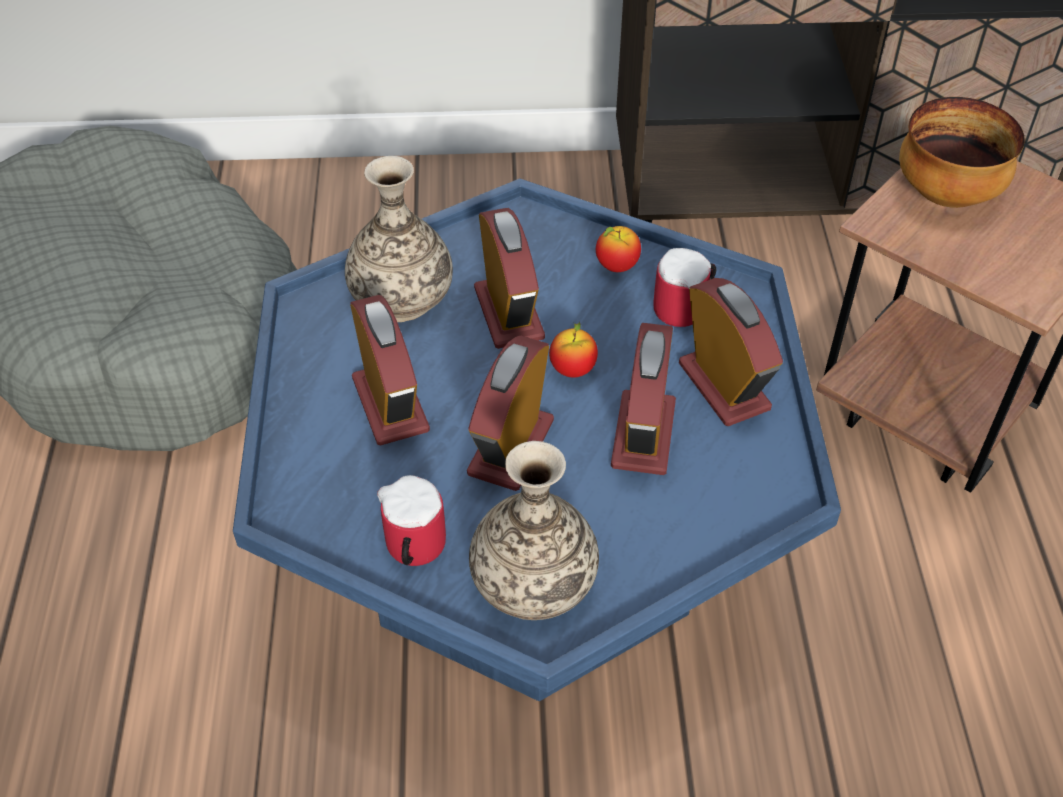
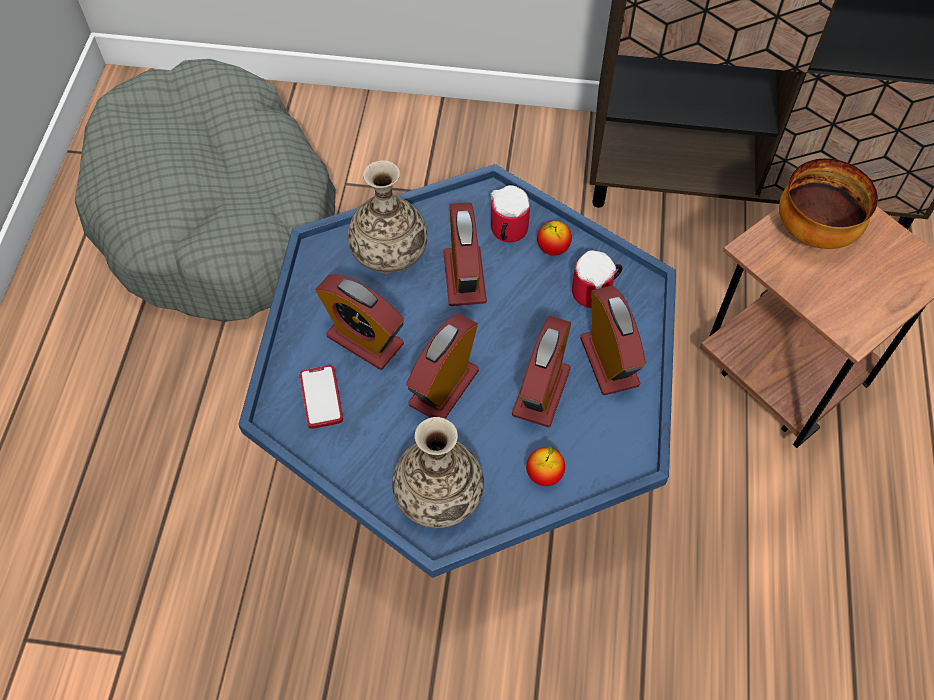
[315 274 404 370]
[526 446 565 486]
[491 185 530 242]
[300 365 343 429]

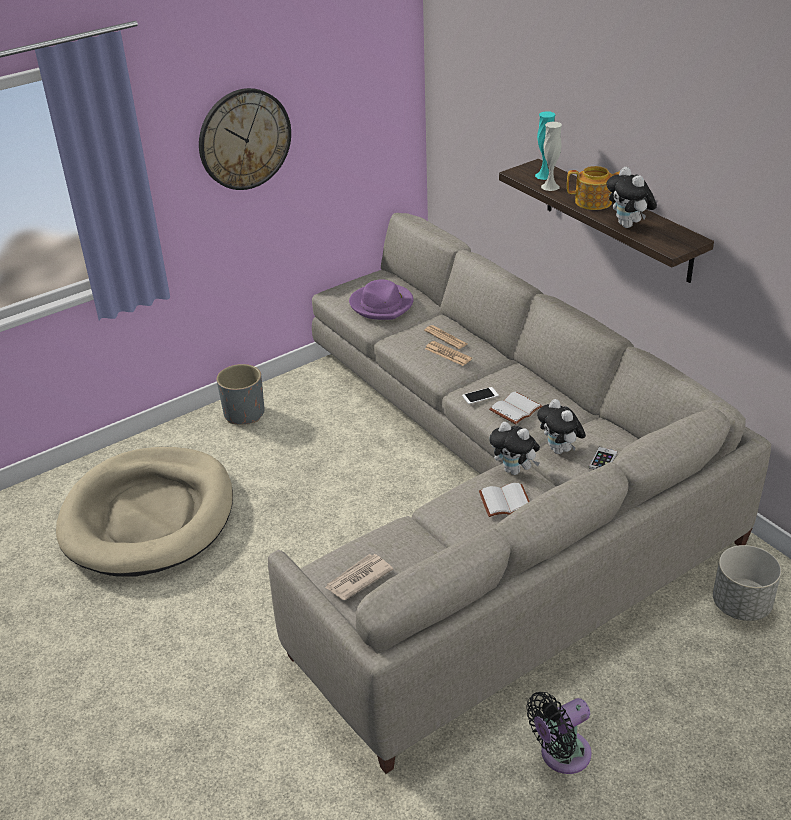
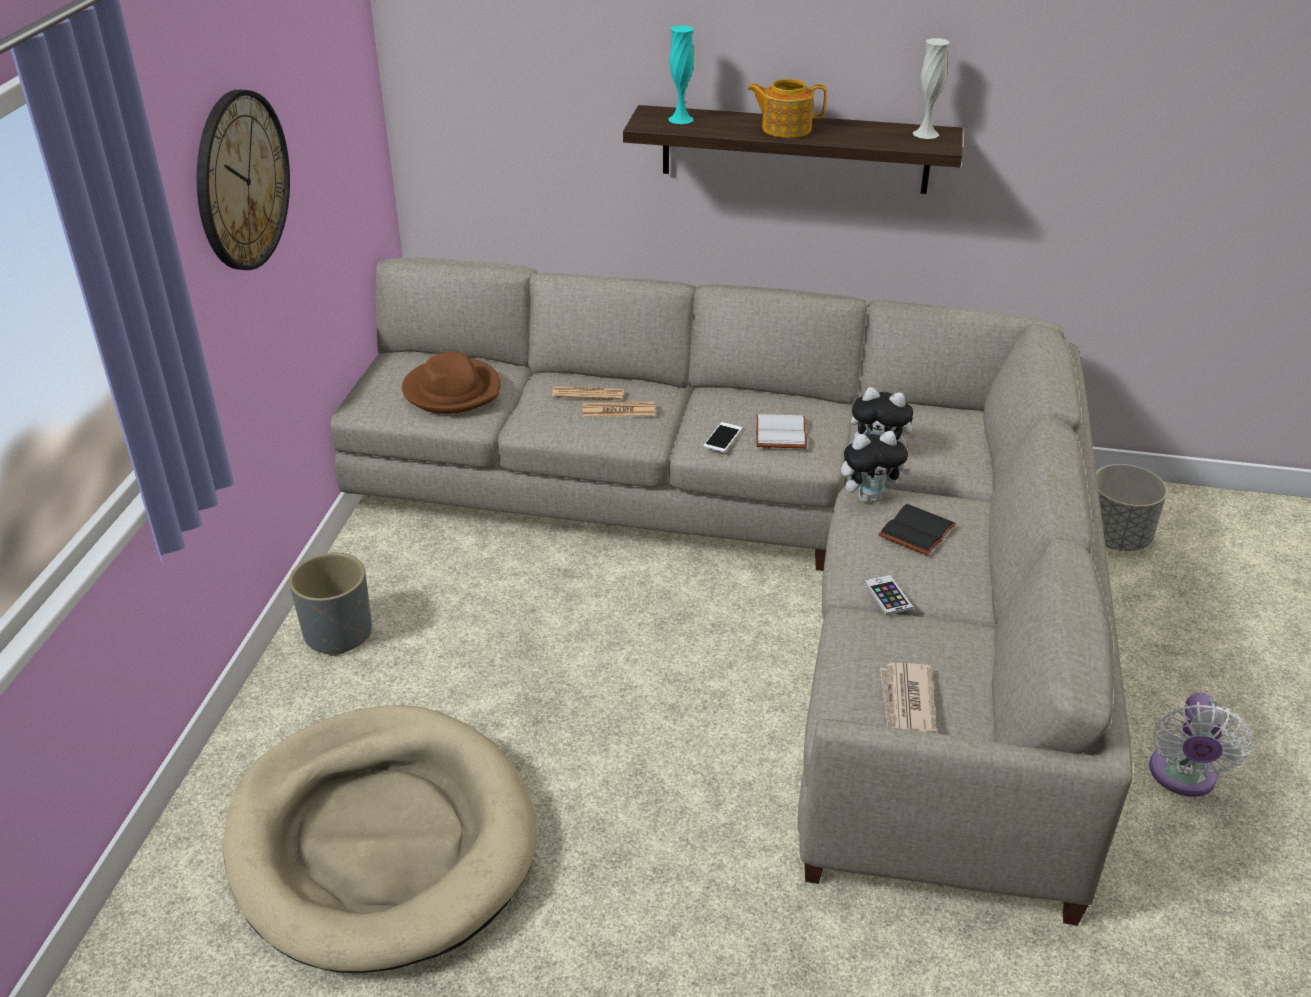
[913 38 950 139]
[747 79 827 138]
[606 167 657 228] (first image)
[402 352 500 414]
[864 575 913 615]
[878 504 956 556]
[1149 693 1252 797]

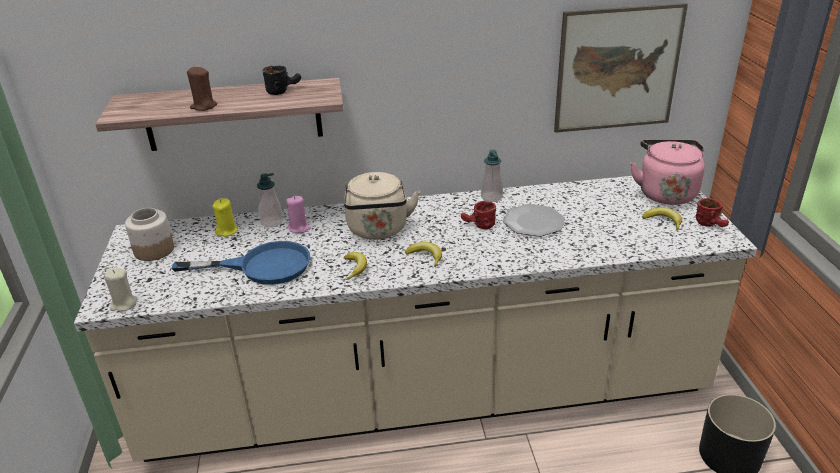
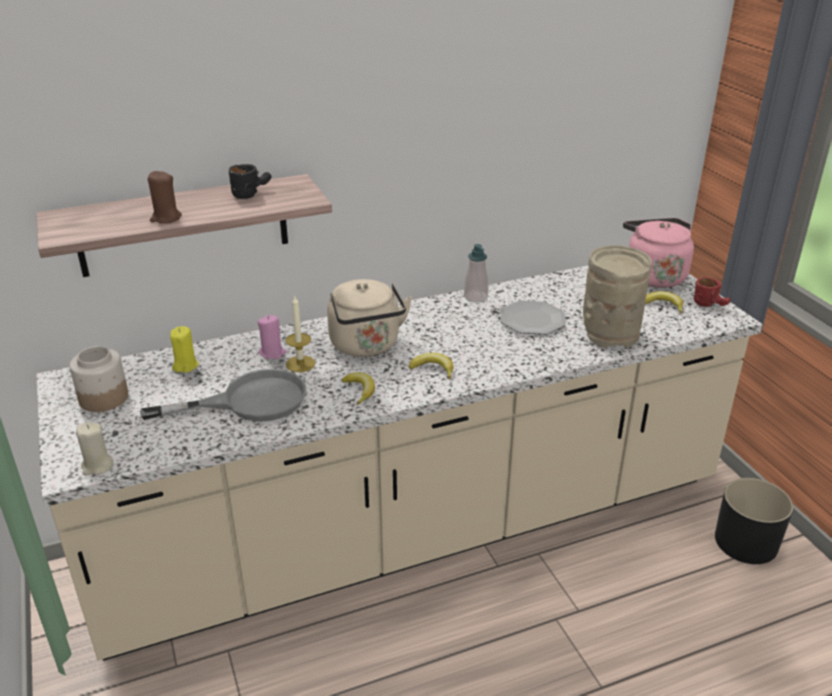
[554 3 688 133] (first image)
[257 173 283 228] (first image)
[461 201 496 229] (first image)
[140 369 306 422]
[583 245 652 348]
[286 294 315 372]

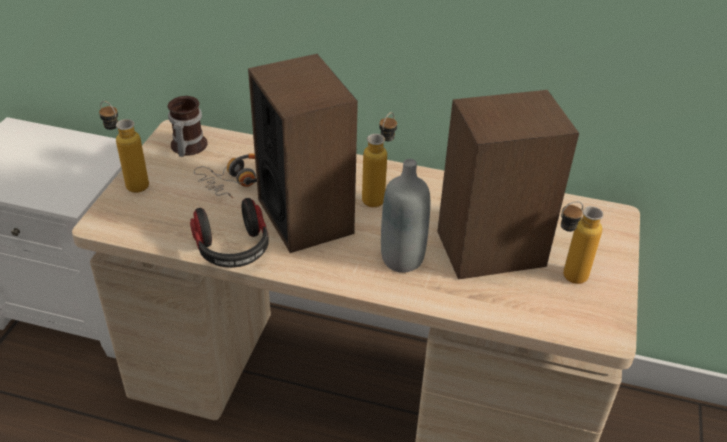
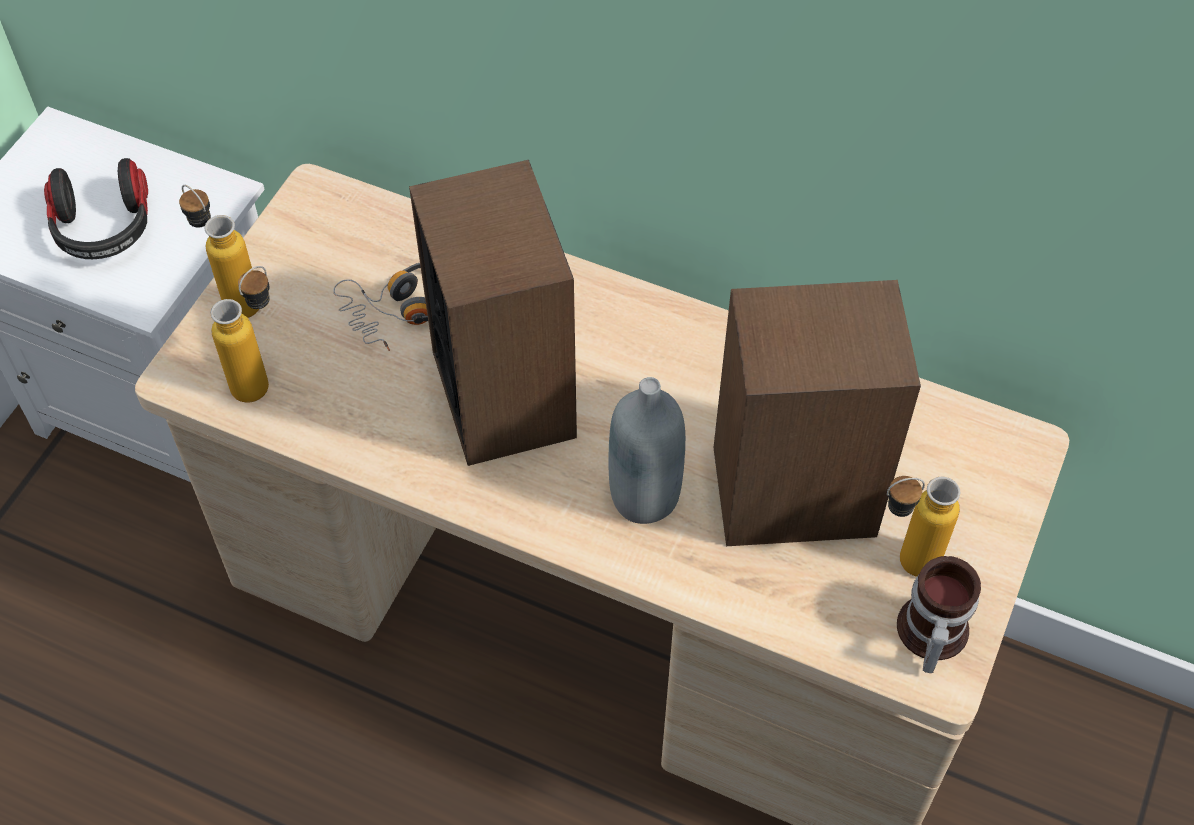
[897 556 981 673]
[210 266 270 403]
[44 158 148 259]

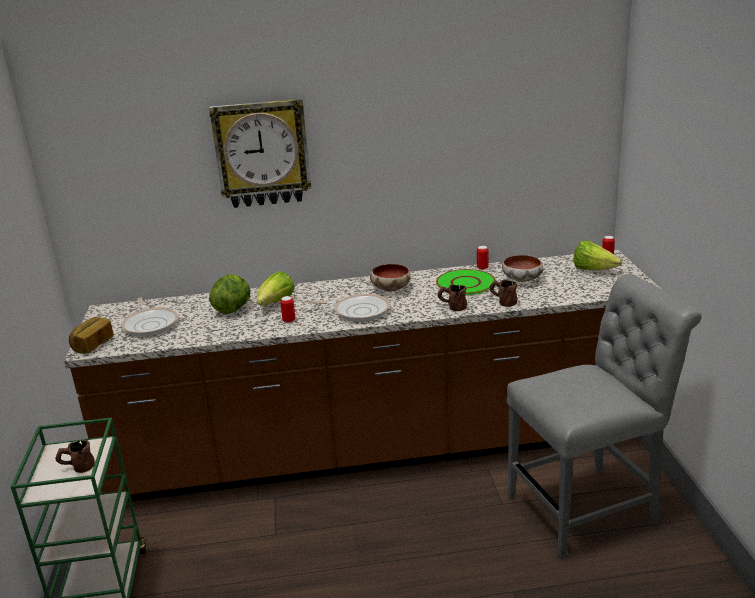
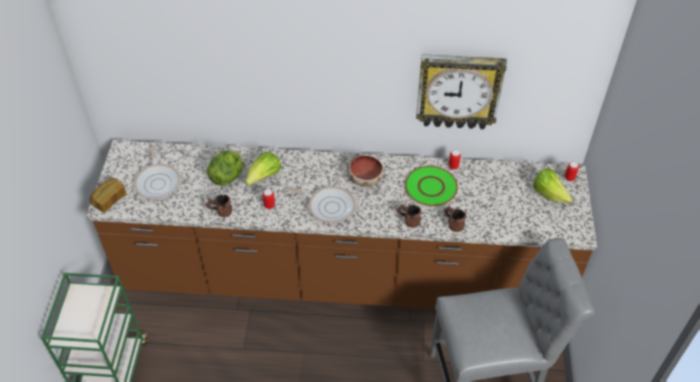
[416 54 507 129]
[502 255 543 282] (first image)
[206 195 232 217]

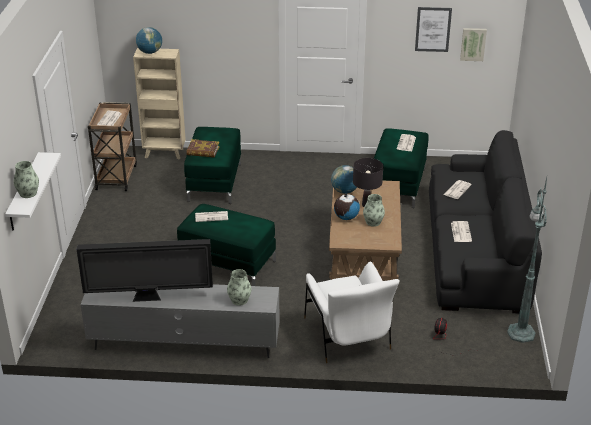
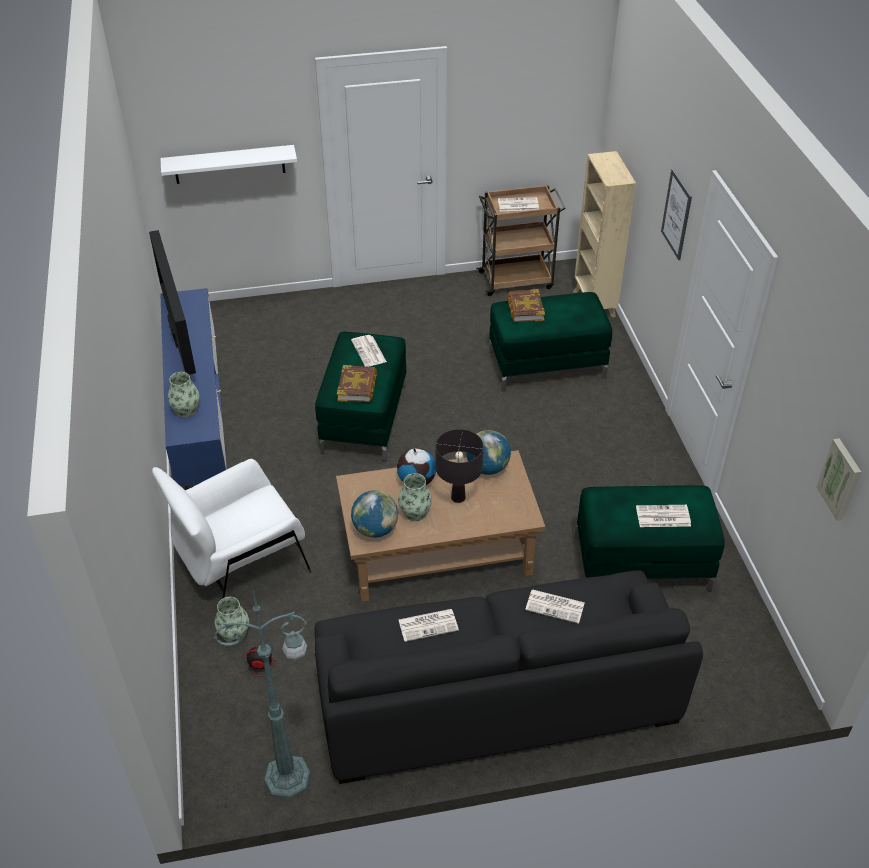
[661 169 692 260]
[351 490 398 538]
[215 597 249 643]
[160 288 227 490]
[337 365 377 403]

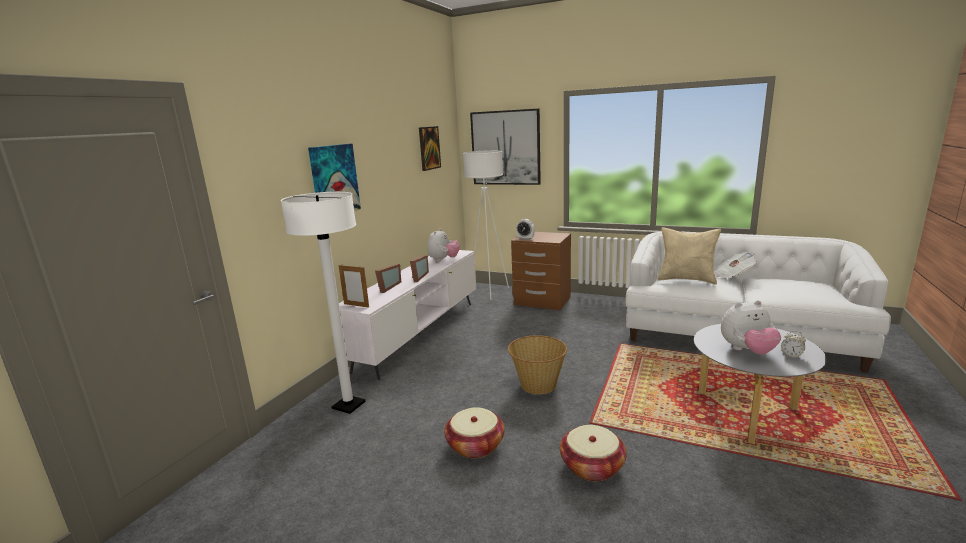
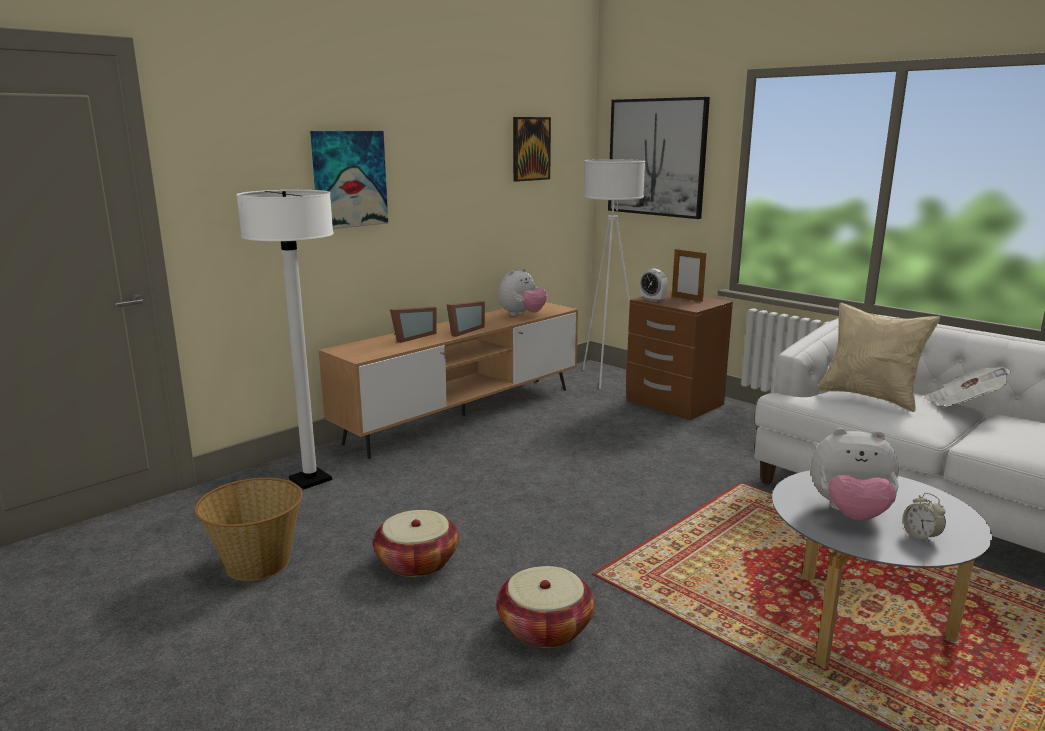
[319 302 578 459]
[672 249 706 302]
[194 478 303 581]

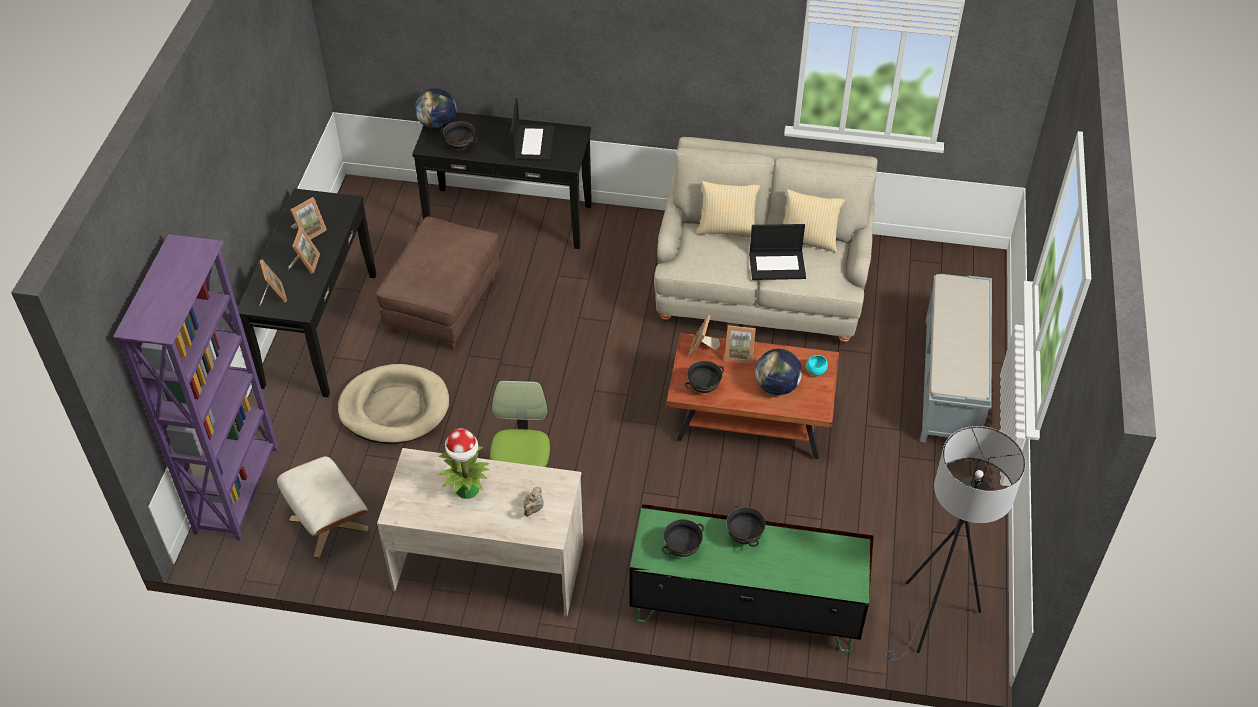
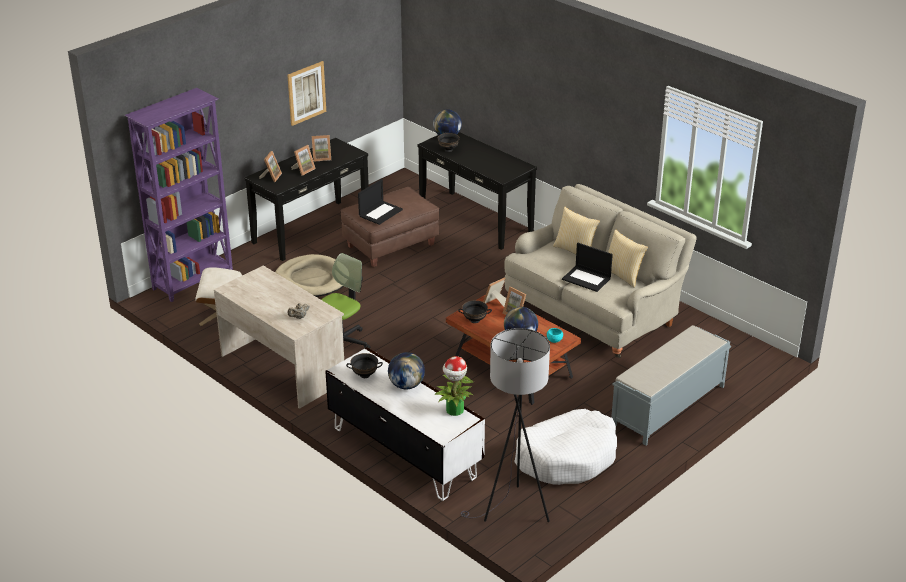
[358 179 403 225]
[434 356 474 416]
[325 347 485 501]
[388 352 425 389]
[287 61 326 126]
[514 409 617 485]

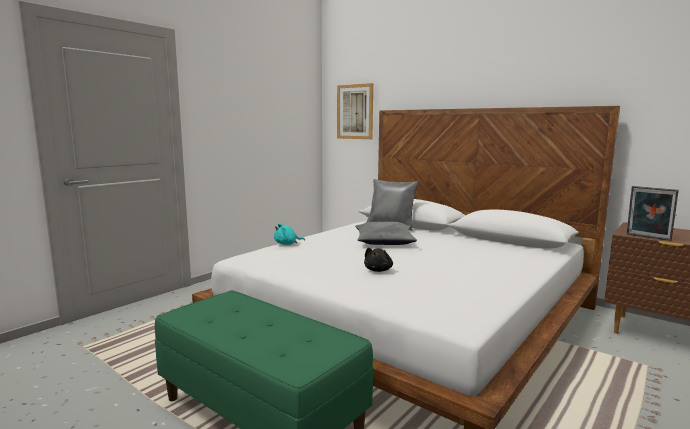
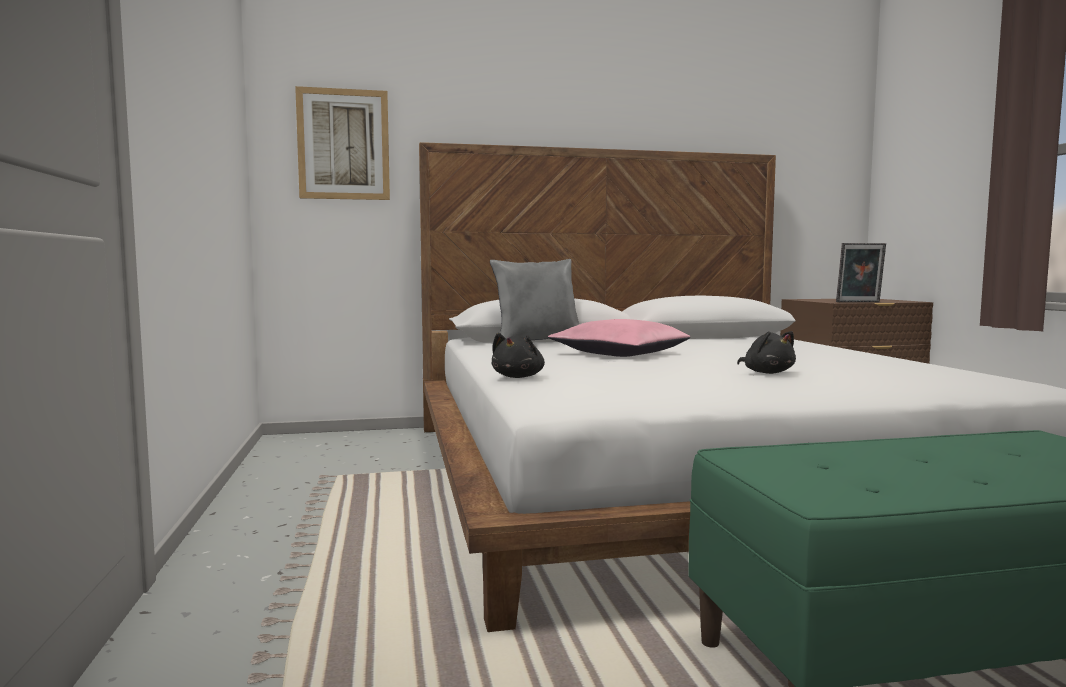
[548 319 690 357]
[491 333 545 378]

